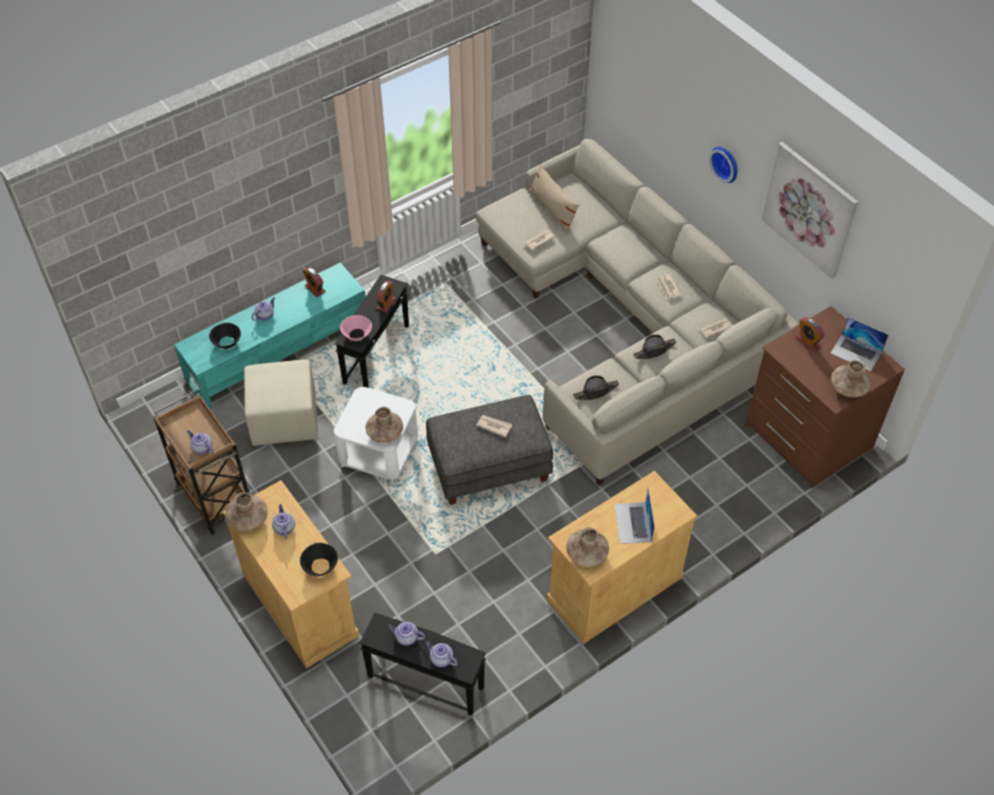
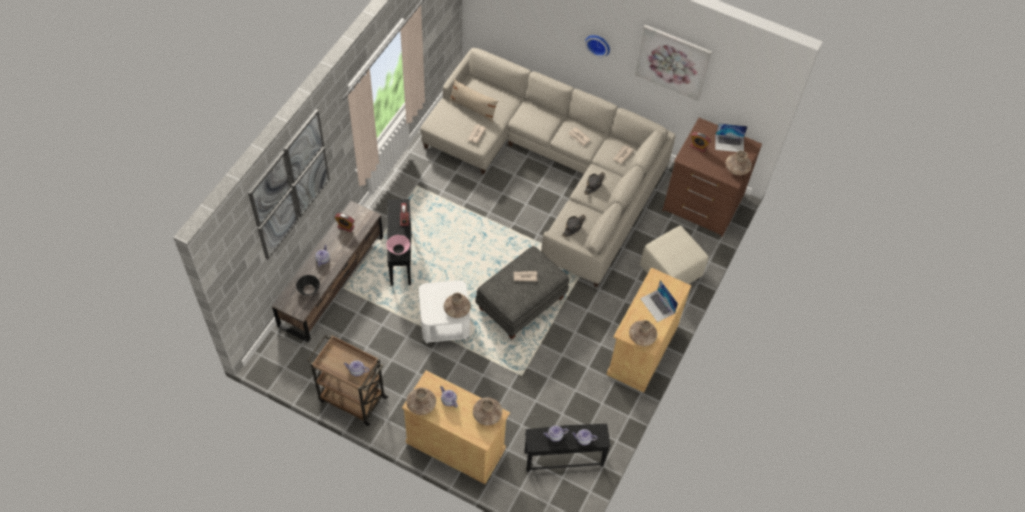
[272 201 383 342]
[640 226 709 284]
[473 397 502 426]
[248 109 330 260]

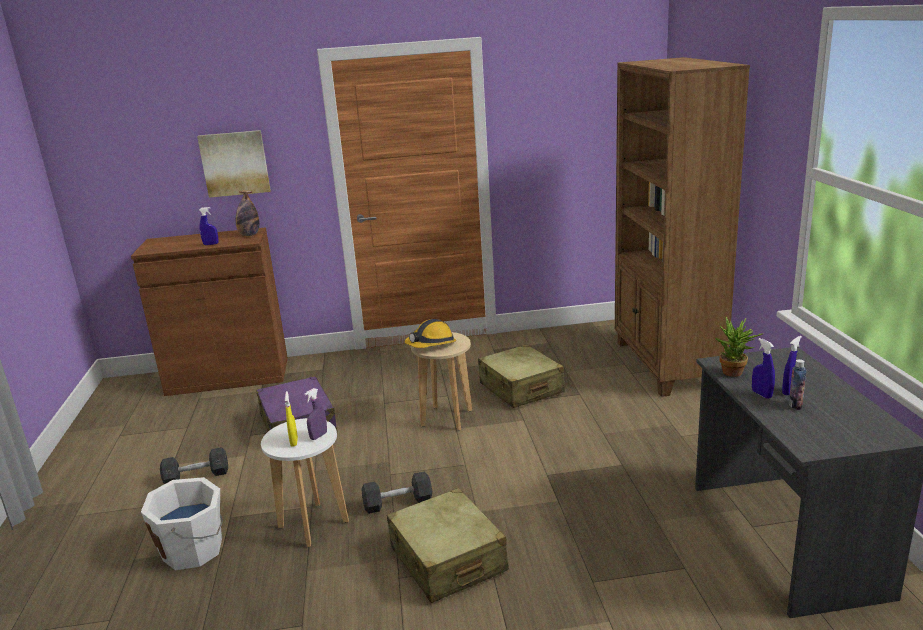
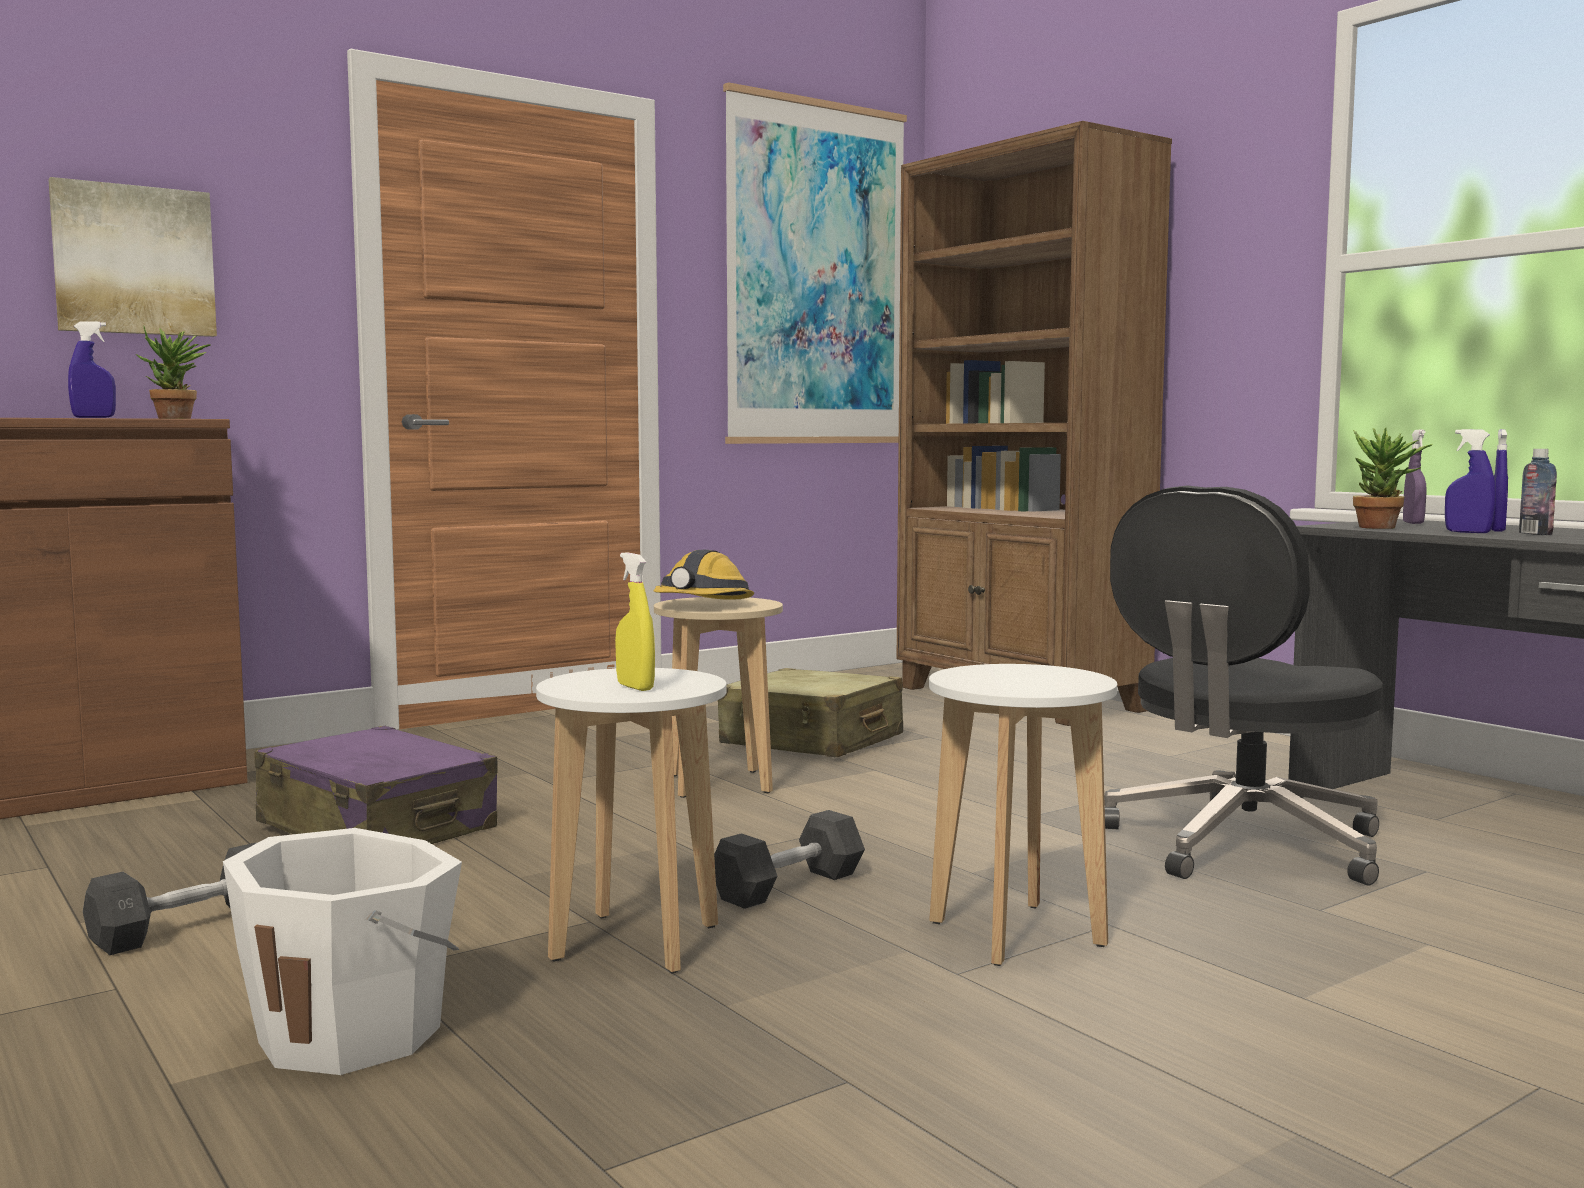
[136 325 211 419]
[1403 429 1427 524]
[929 664 1117 966]
[723 82 907 444]
[1104 486 1383 886]

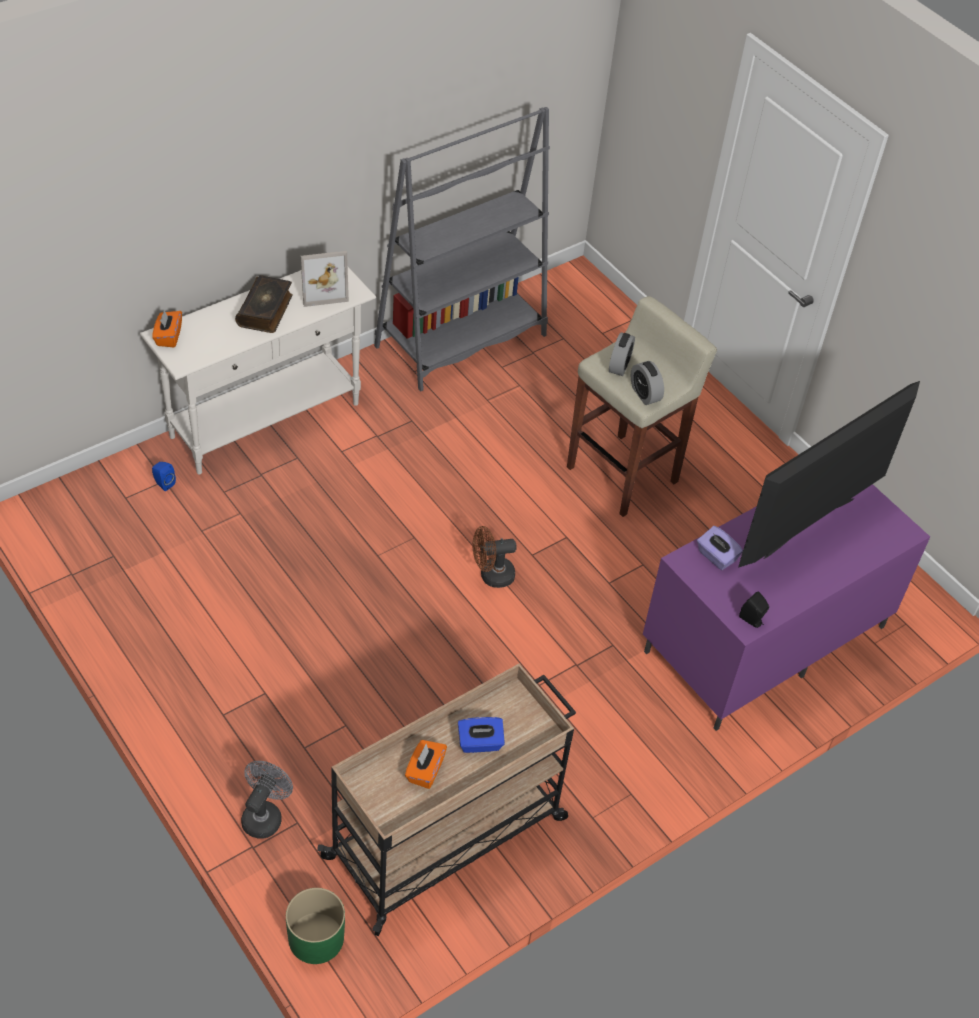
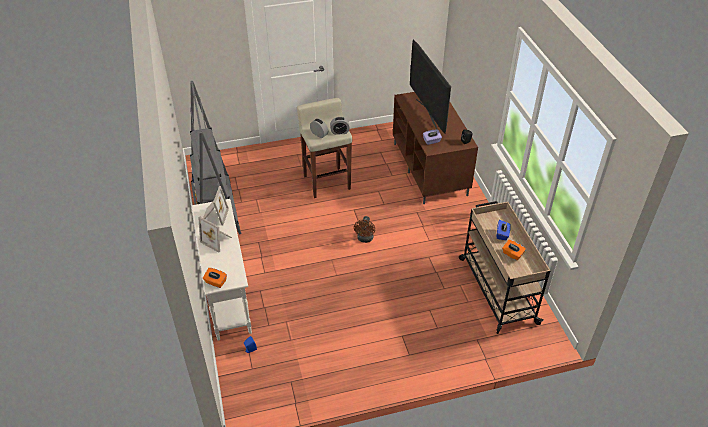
[198 216 232 252]
[393 92 478 204]
[241 761 293 839] (first image)
[286 888 345 964] (first image)

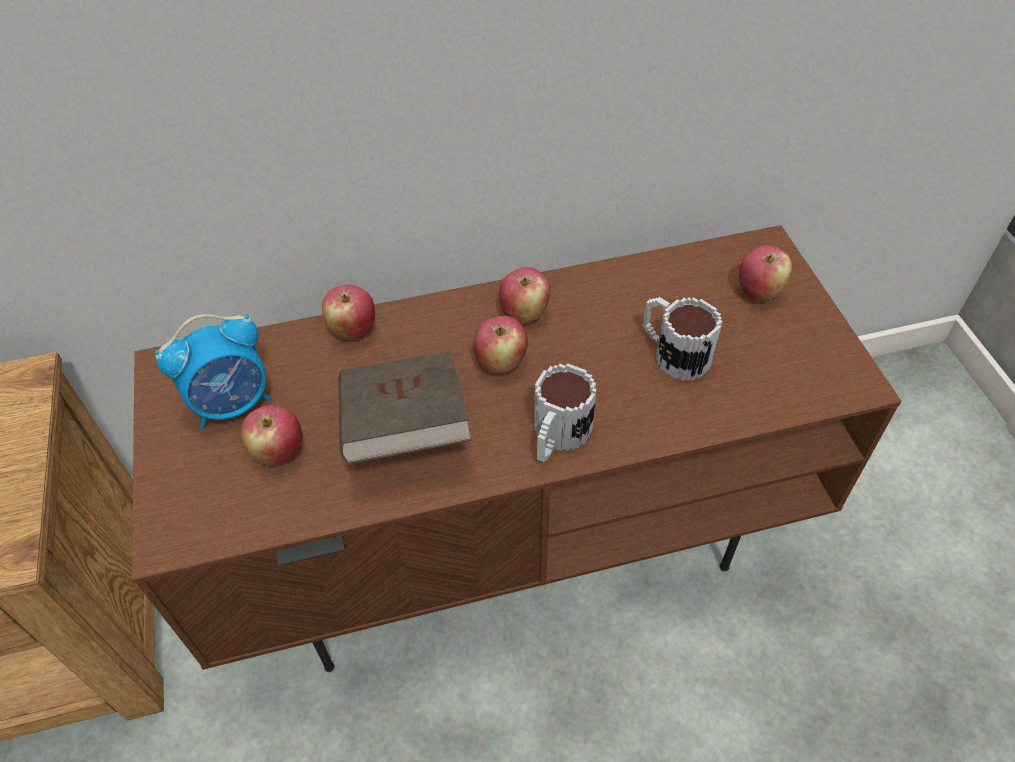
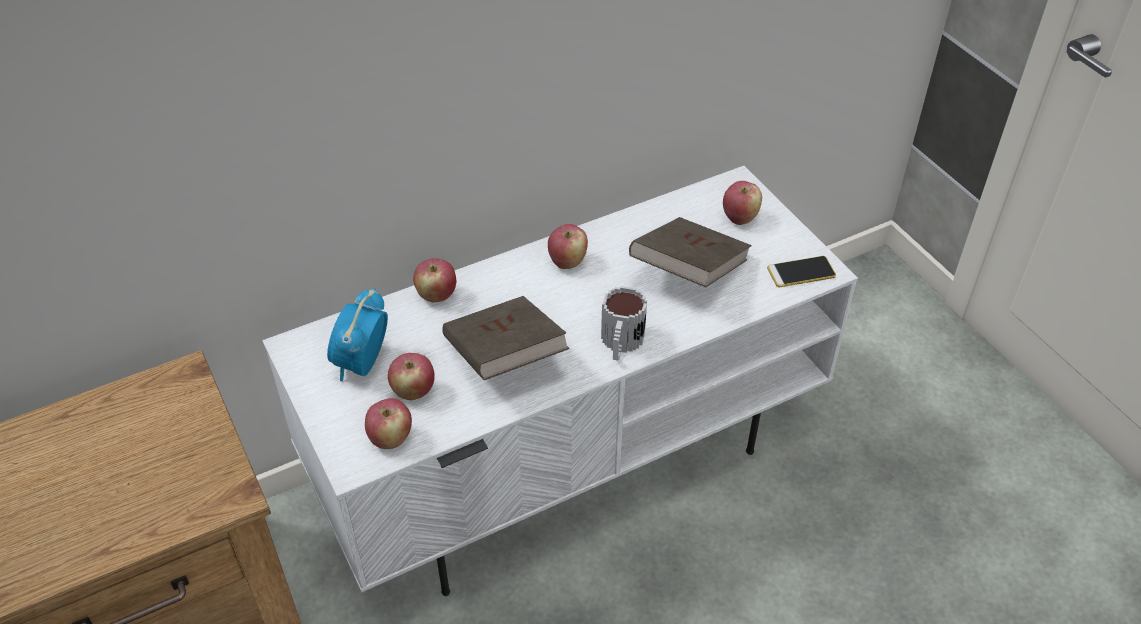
[262 166 858 596]
[629 217 752 287]
[327 287 388 381]
[365 398 412 449]
[767 256 836 287]

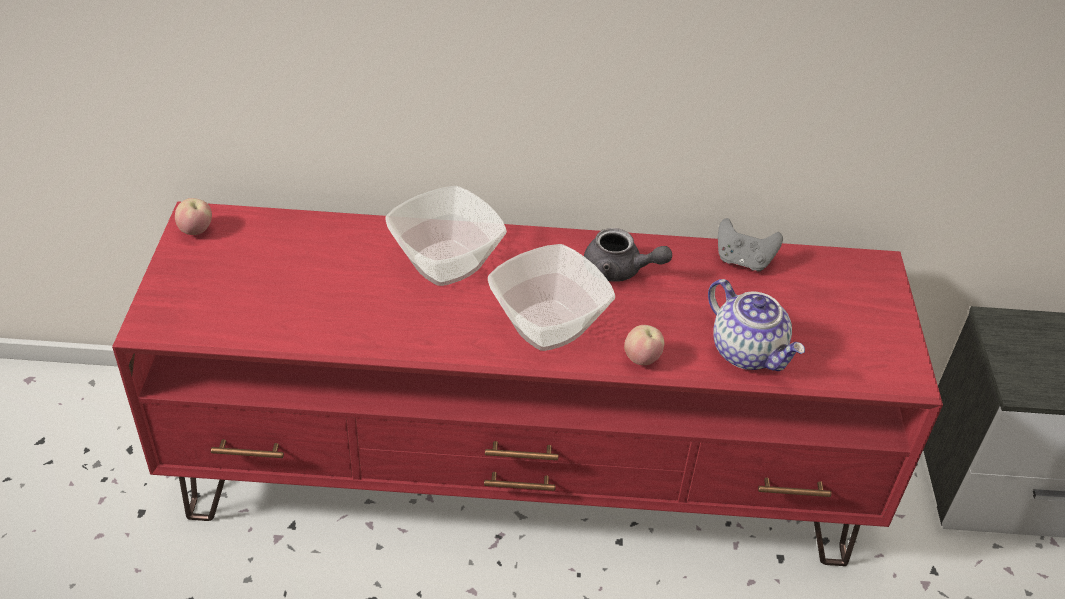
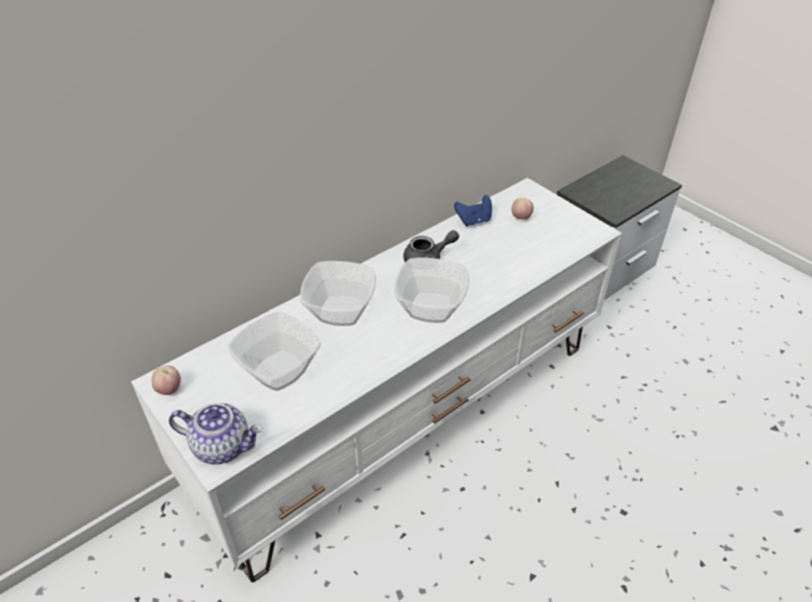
[131 178 622 582]
[454 195 492 227]
[169 403 263 464]
[512 198 533 219]
[228 312 321 391]

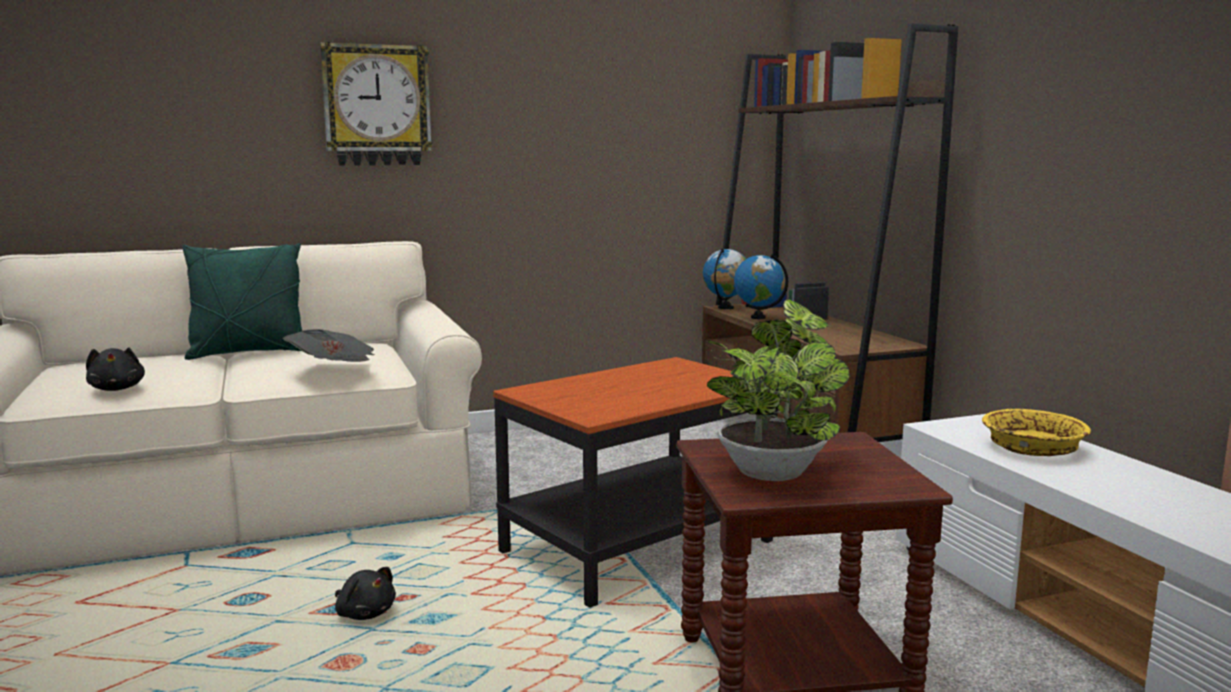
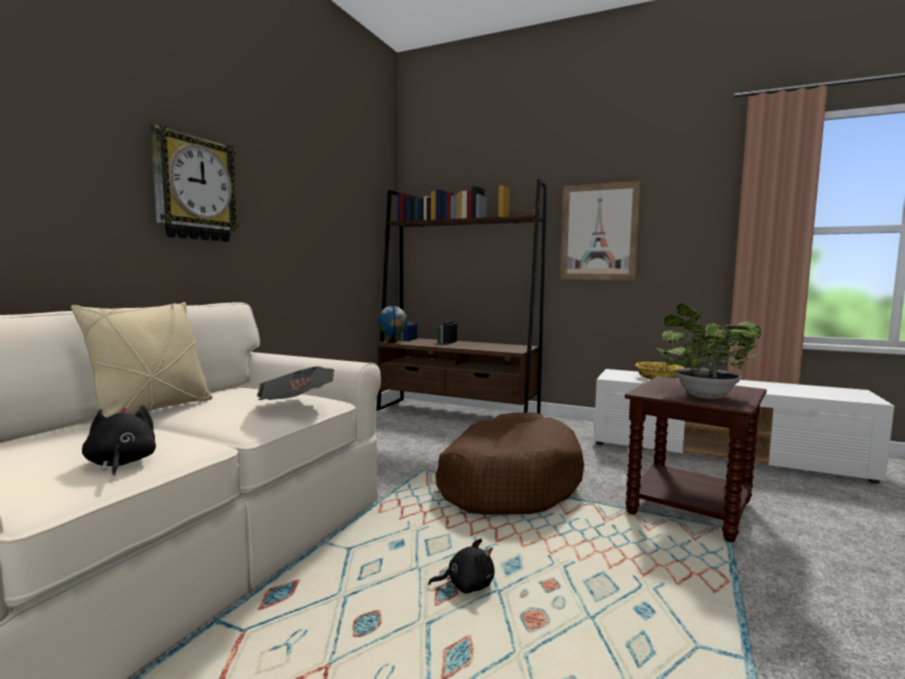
[71 302 213 417]
[734 254 788 319] (first image)
[82 405 156 476]
[436 413 584 515]
[560 181 641 280]

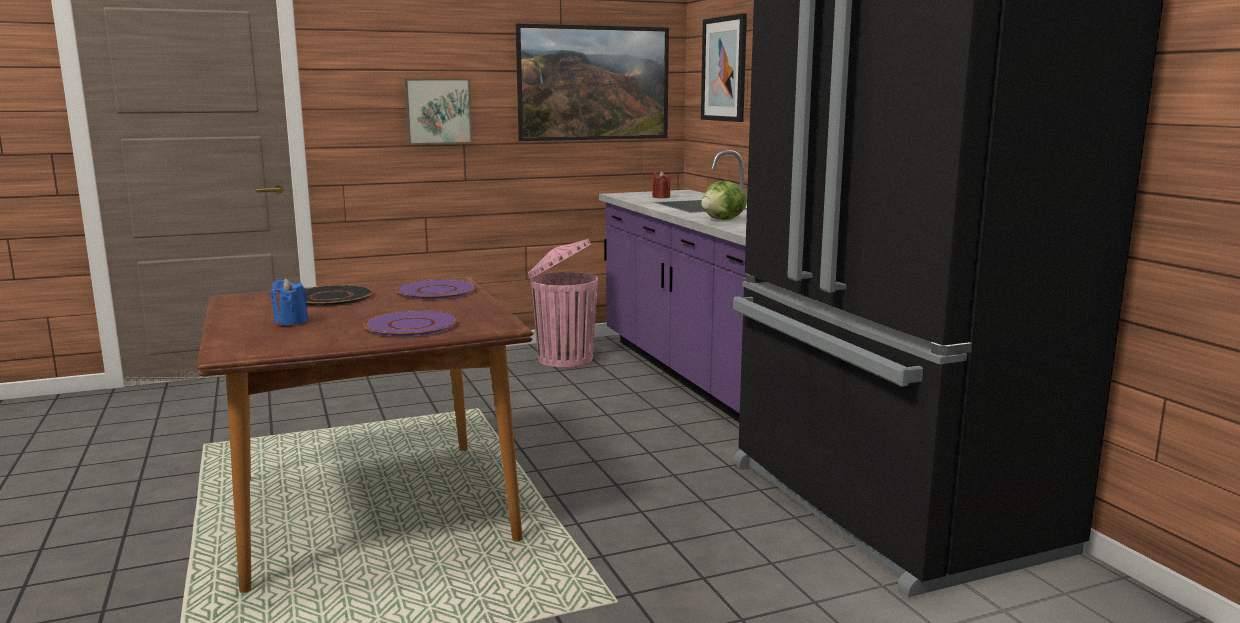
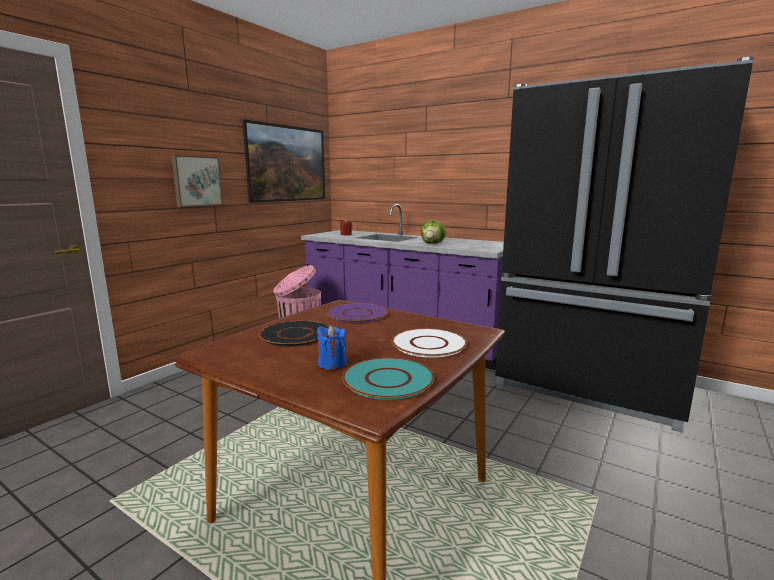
[701 13 747 122] (first image)
[391 328 467 358]
[342 358 434 400]

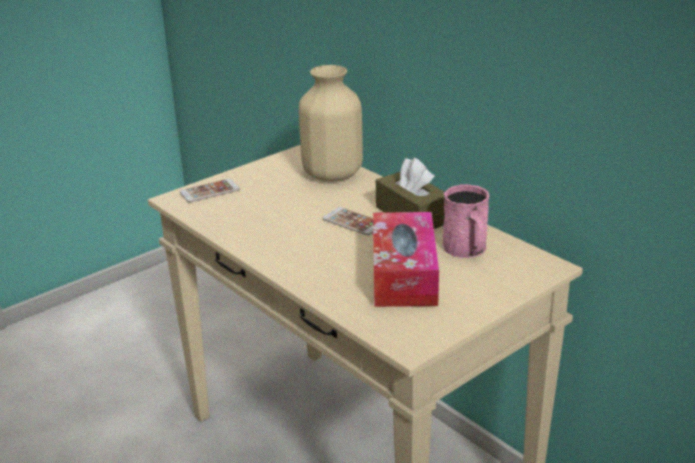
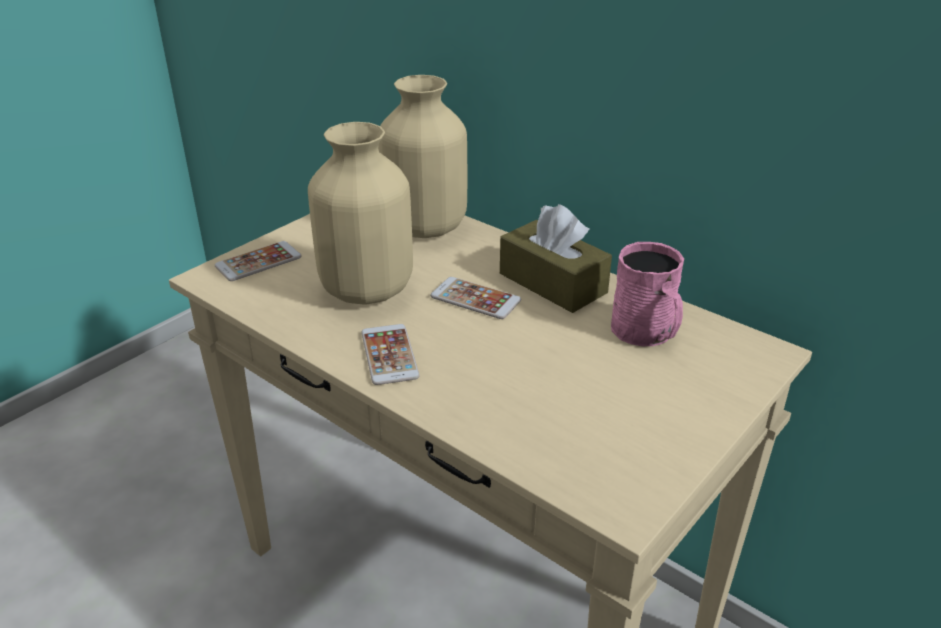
[373 212 439 307] (first image)
[308 122 413 305]
[361 324 420 385]

